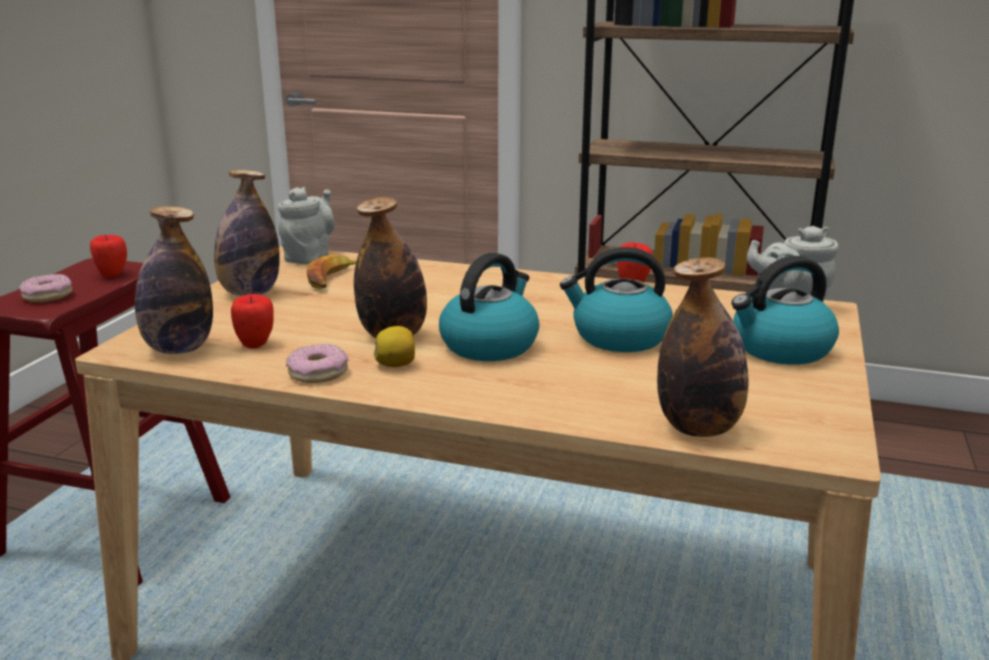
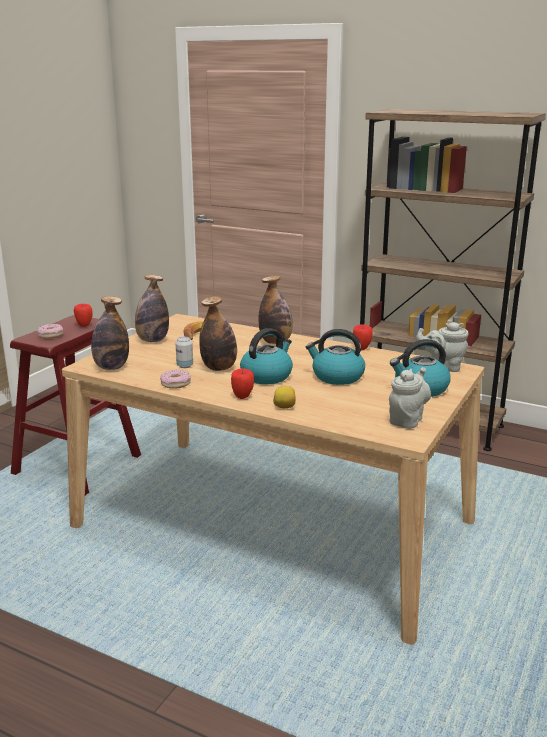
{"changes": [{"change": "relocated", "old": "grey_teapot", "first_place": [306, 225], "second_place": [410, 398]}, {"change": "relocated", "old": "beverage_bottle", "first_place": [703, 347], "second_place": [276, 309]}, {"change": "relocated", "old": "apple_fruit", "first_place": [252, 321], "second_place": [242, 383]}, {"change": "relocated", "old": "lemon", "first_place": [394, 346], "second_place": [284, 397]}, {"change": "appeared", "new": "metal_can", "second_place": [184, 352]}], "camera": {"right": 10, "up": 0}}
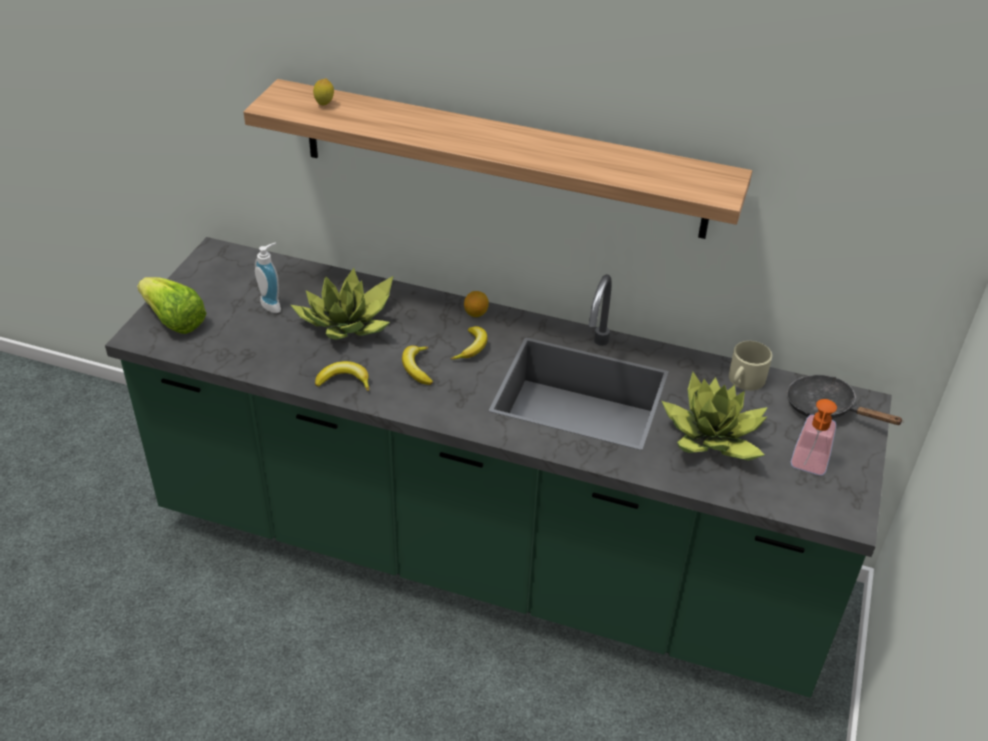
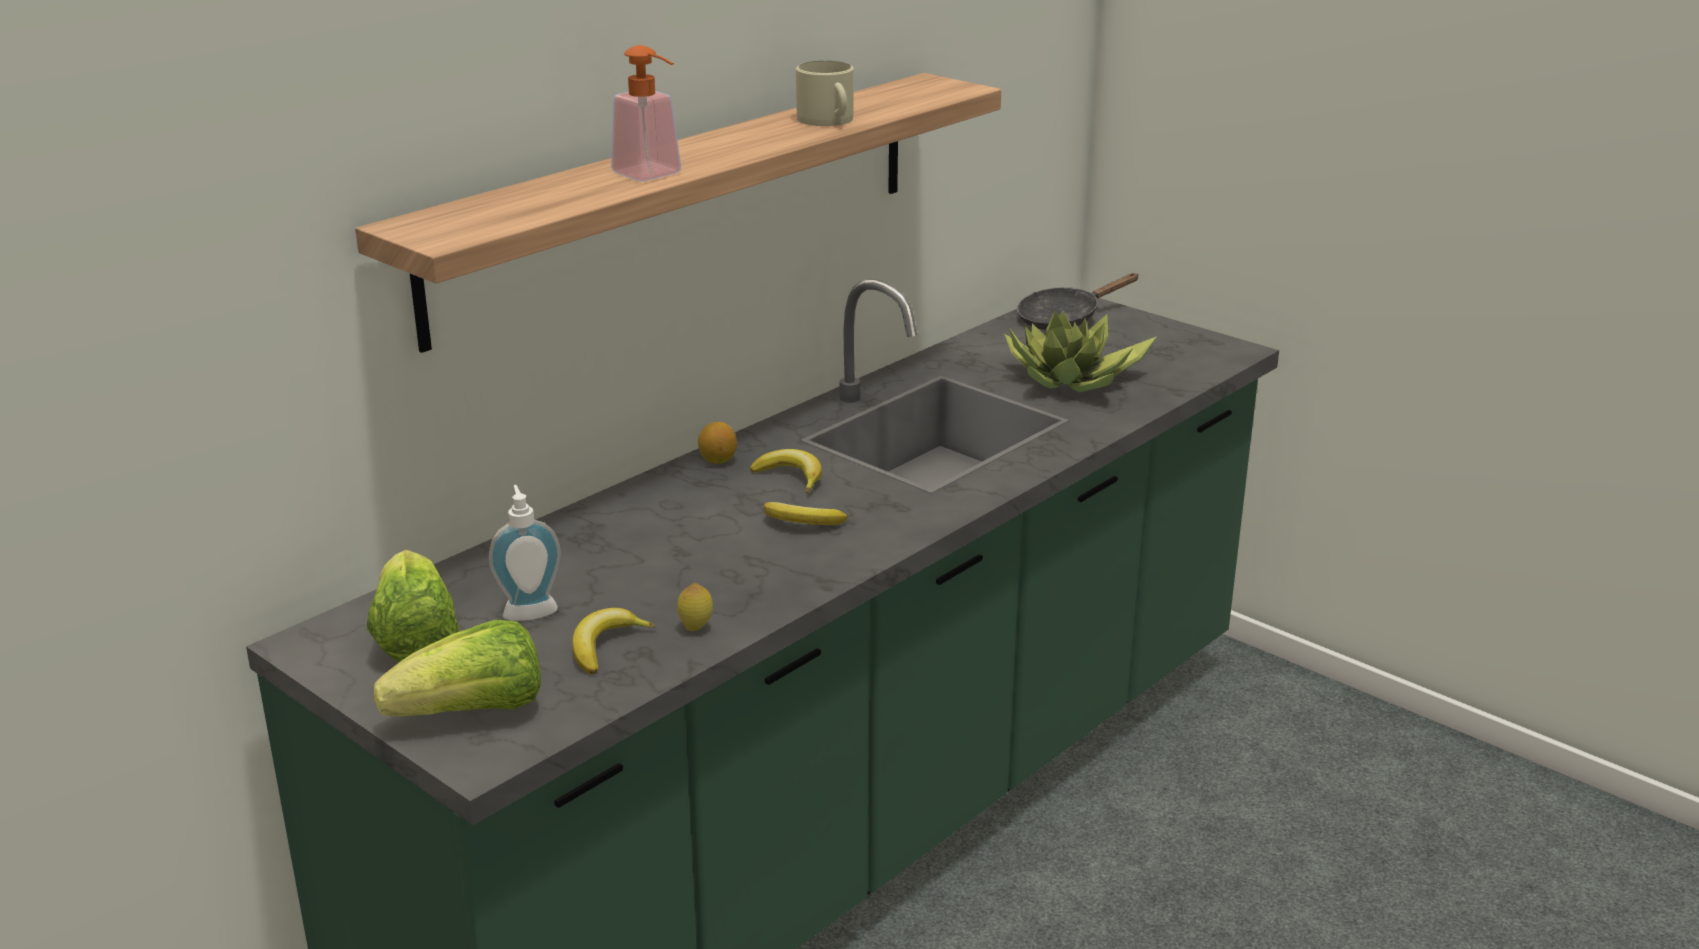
{"changes": [{"change": "relocated", "old": "lemon", "first_place": [323, 92], "second_place": [695, 607]}, {"change": "missing", "old": "plant_in_a_pot", "first_place": [342, 303]}, {"change": "relocated", "old": "beige_tea_mug", "first_place": [750, 366], "second_place": [825, 93]}, {"change": "relocated", "old": "whole_banana", "first_place": [342, 376], "second_place": [613, 641]}, {"change": "relocated", "old": "liquid_soap_bottle", "first_place": [814, 437], "second_place": [646, 113]}, {"change": "appeared", "new": "lettuce_head", "second_place": [413, 606]}], "camera": {"right": -65, "up": -15}}
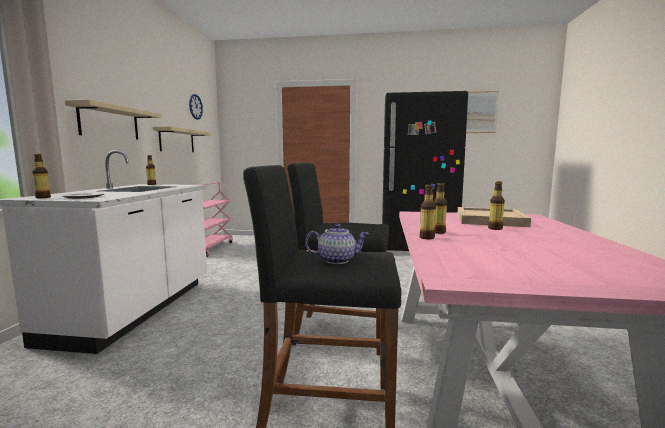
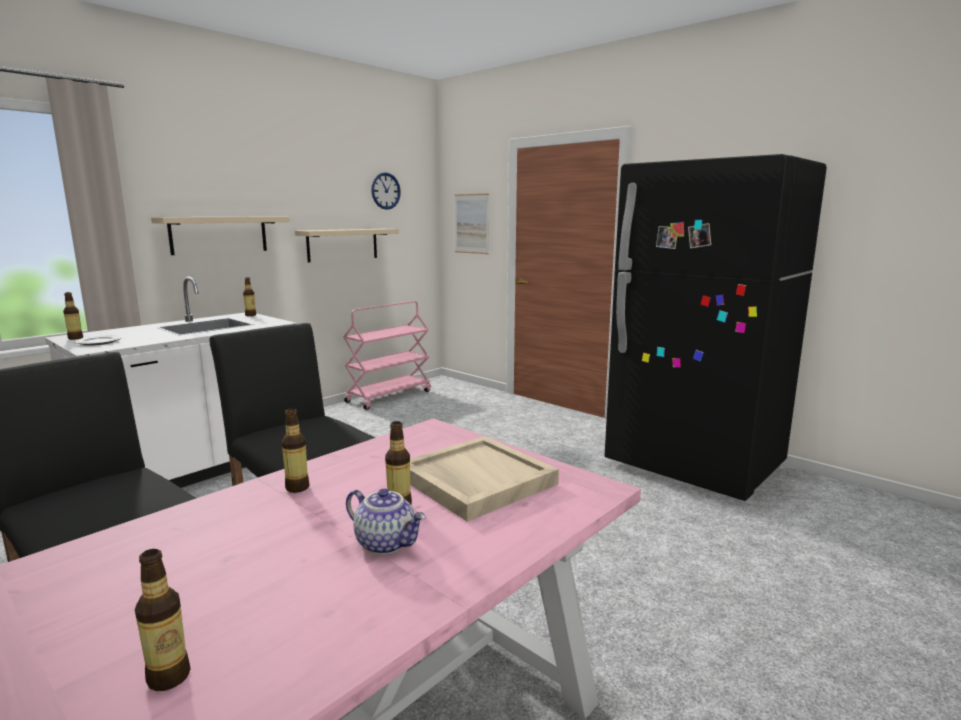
{"changes": [{"change": "relocated", "old": "wall_picture", "first_place": [482, 112], "second_place": [472, 224]}, {"change": "relocated", "old": "beverage_bottle", "first_place": [427, 212], "second_place": [162, 620]}, {"change": "relocated", "old": "teapot", "first_place": [337, 244], "second_place": [386, 521]}], "camera": {"right": 35, "up": 5}}
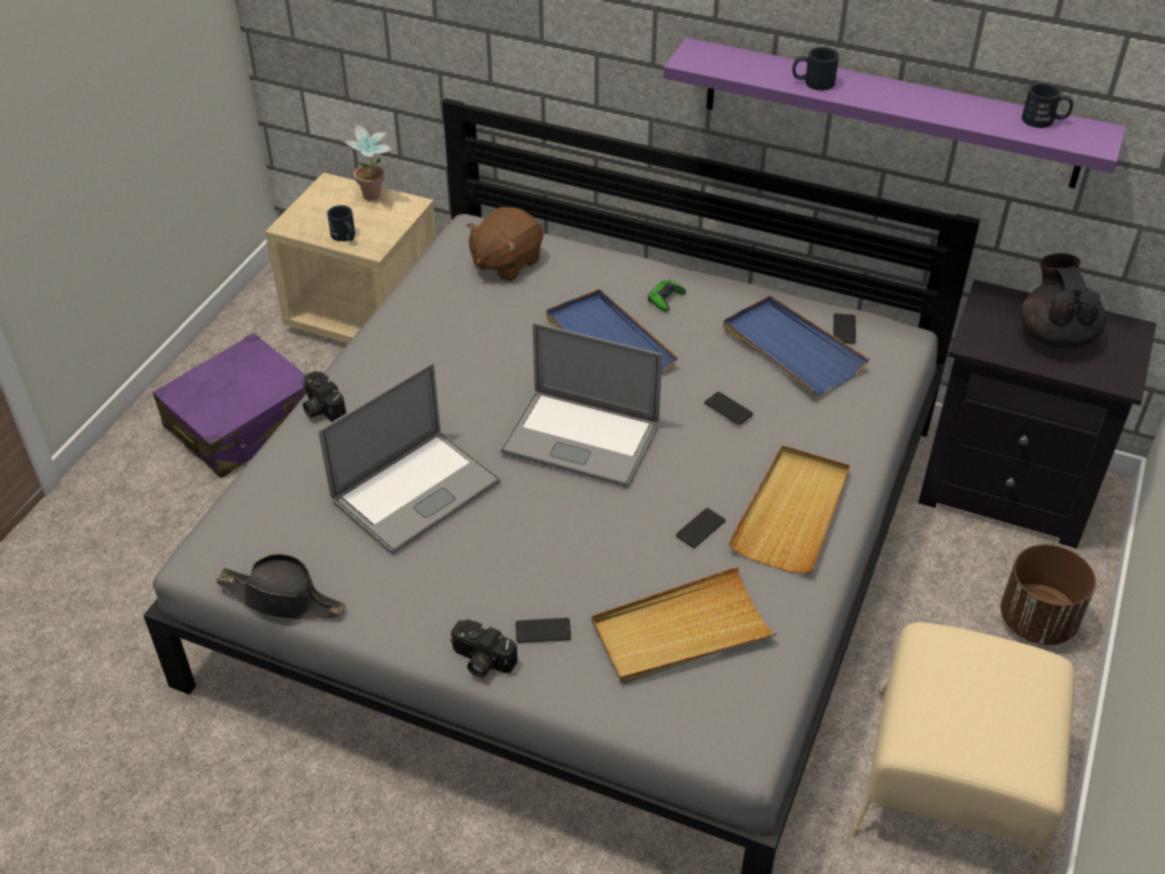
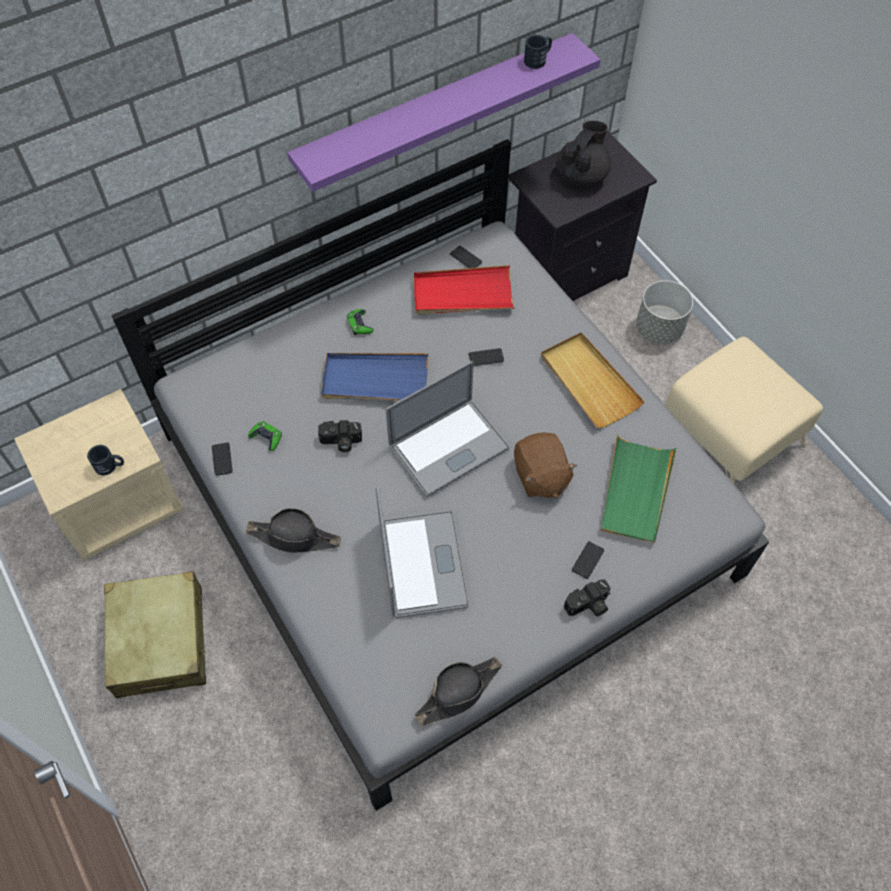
{"changes": [{"change": "missing", "old": "black_tea_mug", "first_place": [815, 68]}, {"change": "missing", "old": "plant_in_a_pot", "first_place": [367, 161]}, {"change": "relocated", "old": "brown_soft_toy", "first_place": [504, 244], "second_place": [545, 465]}, {"change": "spun", "old": "black_teapot", "first_place": [1063, 301], "second_place": [583, 153], "degrees": 90}, {"change": "colour", "old": "blue_serving_tray", "new": "red_serving_tray", "first_place": [796, 345], "second_place": [464, 290]}, {"change": "colour", "old": "purplish_piece_of_luggage", "new": "beige_piece_of_luggage", "first_place": [230, 405], "second_place": [155, 634]}, {"change": "relocated", "old": "photo_camera", "first_place": [324, 396], "second_place": [340, 436]}, {"change": "relocated", "old": "telephone", "first_place": [700, 528], "second_place": [222, 459]}, {"change": "colour", "old": "brown_flower_pot", "new": "grey_flower_pot", "first_place": [1048, 594], "second_place": [665, 311]}, {"change": "colour", "old": "beige_serving_tray", "new": "green_serving_tray", "first_place": [684, 625], "second_place": [639, 489]}, {"change": "appeared", "new": "green_game_controller", "second_place": [265, 436]}, {"change": "appeared", "new": "black_clothing_hat", "second_place": [293, 530]}], "camera": {"right": -55, "up": 15}}
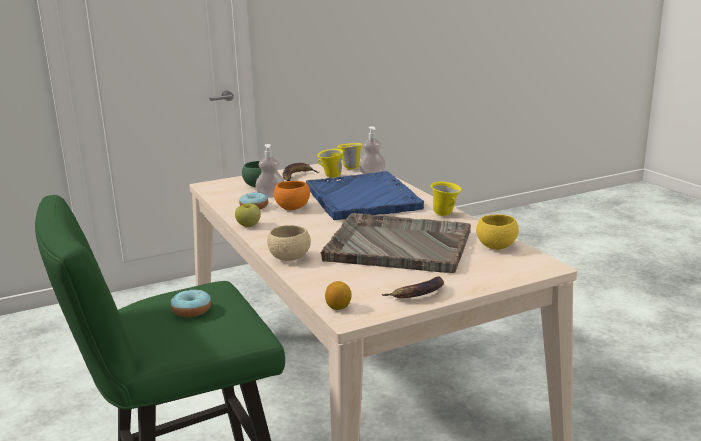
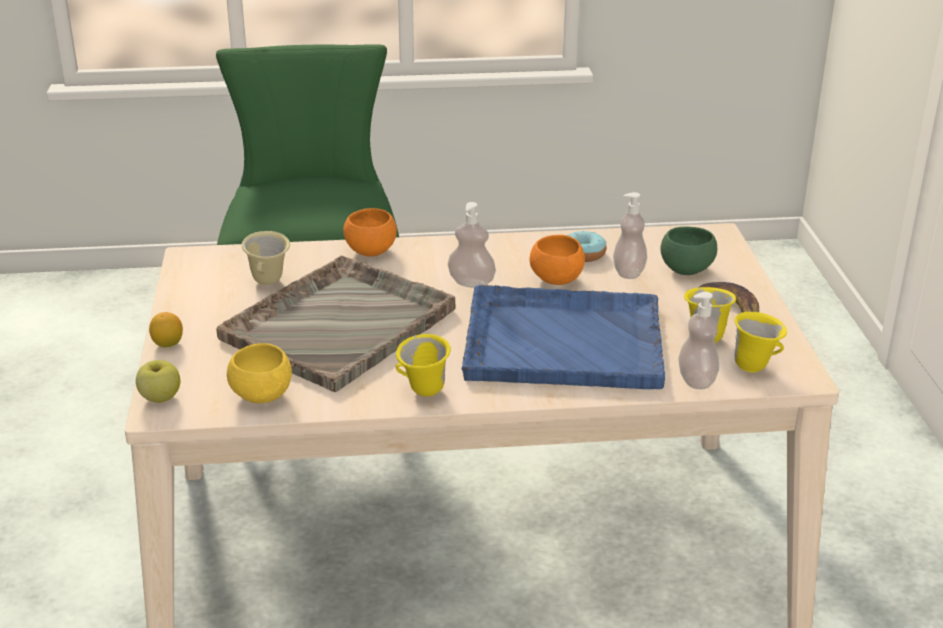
{"changes": [{"change": "relocated", "old": "apple_fruit", "first_place": [248, 215], "second_place": [158, 381]}, {"change": "colour", "old": "beige_bowl", "new": "orangey_bowl", "first_place": [289, 243], "second_place": [370, 232]}, {"change": "missing", "old": "whole_banana", "first_place": [413, 287]}, {"change": "relocated", "old": "lemon", "first_place": [338, 295], "second_place": [166, 330]}, {"change": "missing", "old": "donut", "first_place": [191, 303]}, {"change": "appeared", "new": "liquid_soap_bottle", "second_place": [472, 245]}, {"change": "appeared", "new": "beige_tea_mug", "second_place": [266, 258]}], "camera": {"right": 110, "up": 10}}
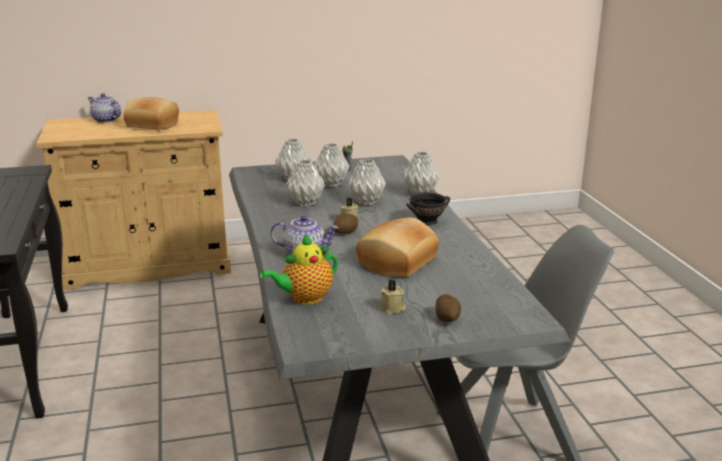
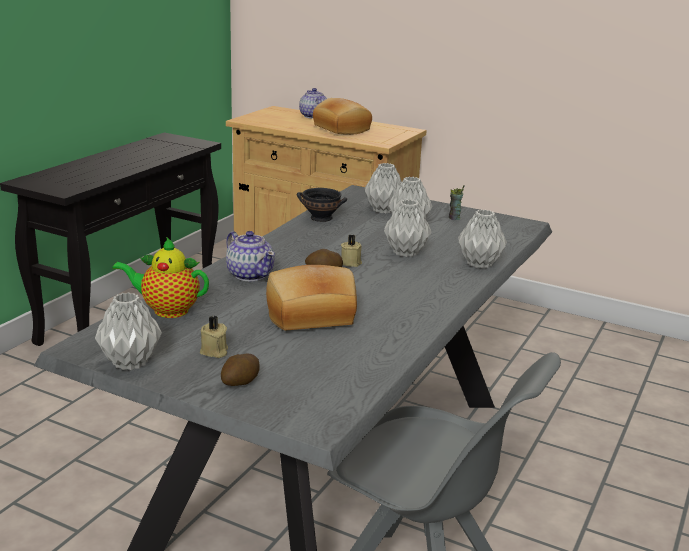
{"changes": [{"change": "relocated", "old": "grey_vase", "first_place": [305, 183], "second_place": [128, 331]}, {"change": "relocated", "old": "black_bowl", "first_place": [428, 208], "second_place": [322, 205]}], "camera": {"right": 40, "up": 0}}
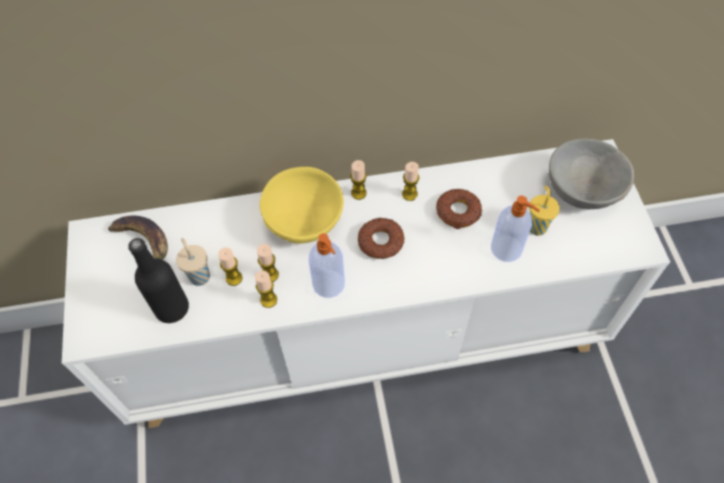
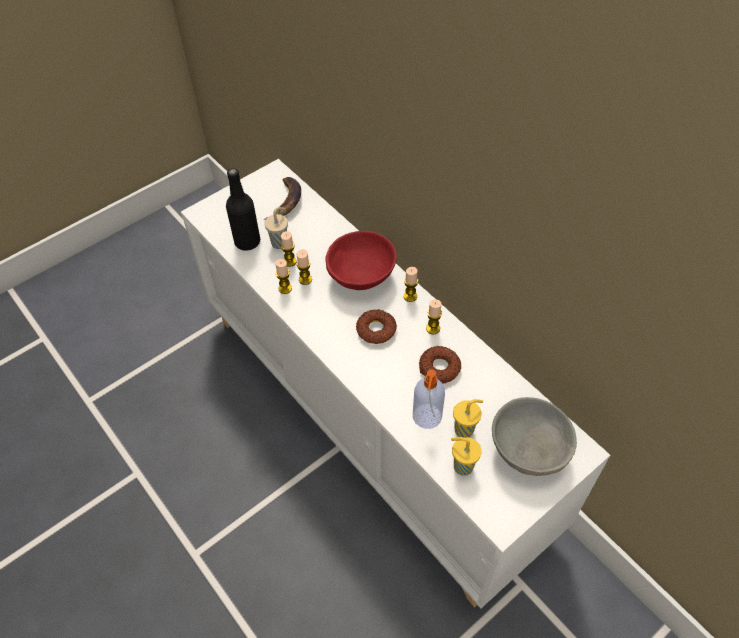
{"changes": [{"change": "colour", "old": "yellow_bowl", "new": "red_bowl", "first_place": [302, 205], "second_place": [361, 260]}, {"change": "missing", "old": "liquid_soap_bottle", "first_place": [327, 265]}, {"change": "appeared", "new": "yellow_drinking_cup", "second_place": [466, 456]}], "camera": {"right": 60, "up": -5}}
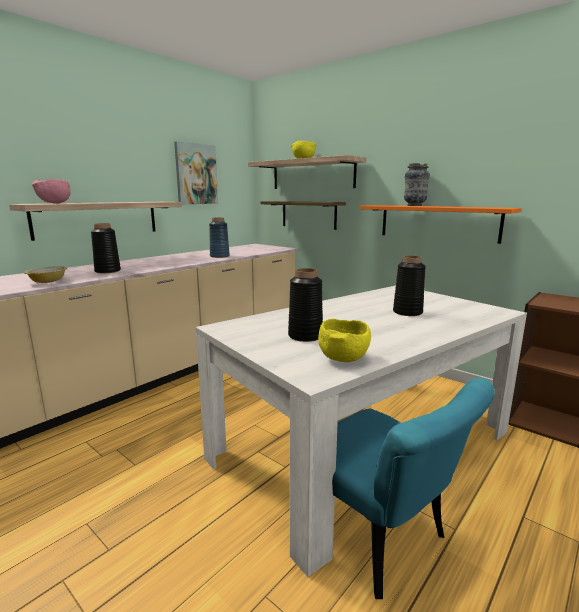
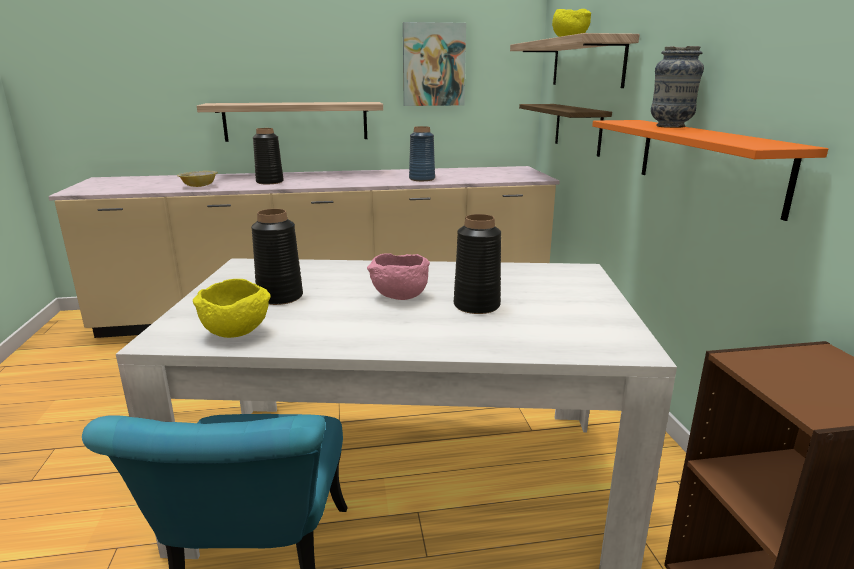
{"changes": [{"change": "relocated", "old": "pinkish_bowl", "first_place": [51, 191], "second_place": [398, 276]}], "camera": {"right": 40, "up": 5}}
